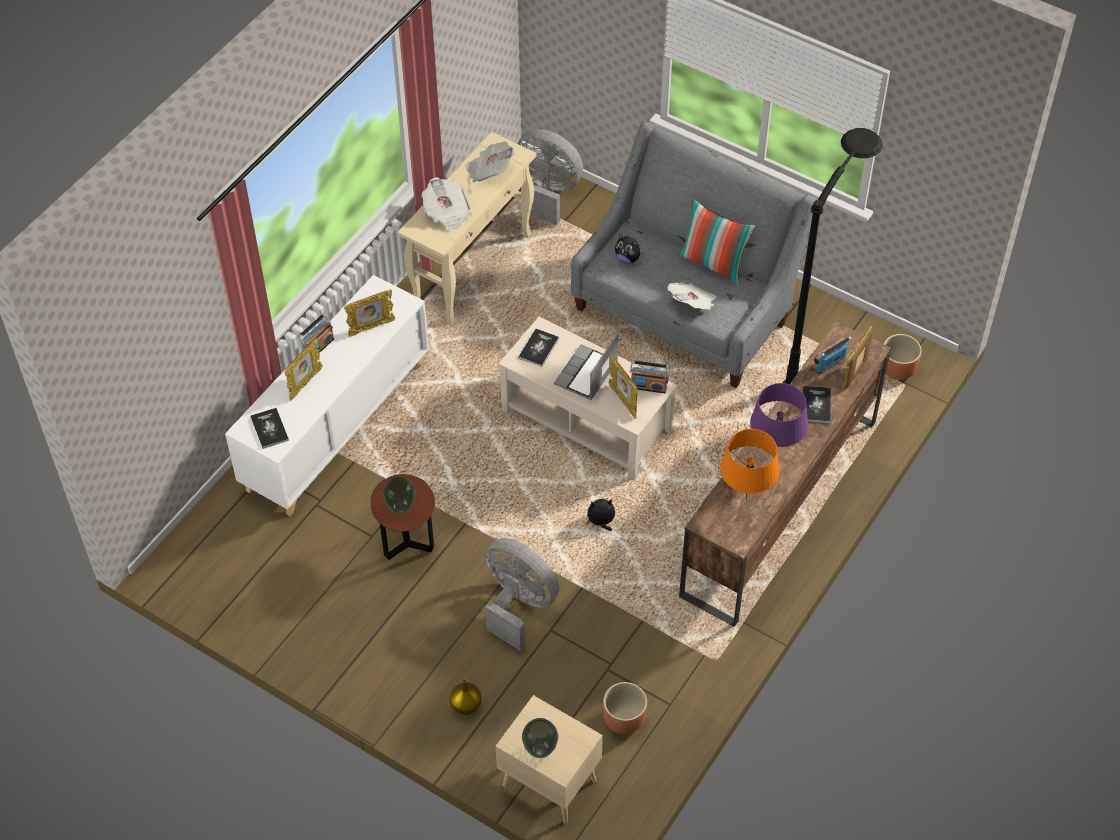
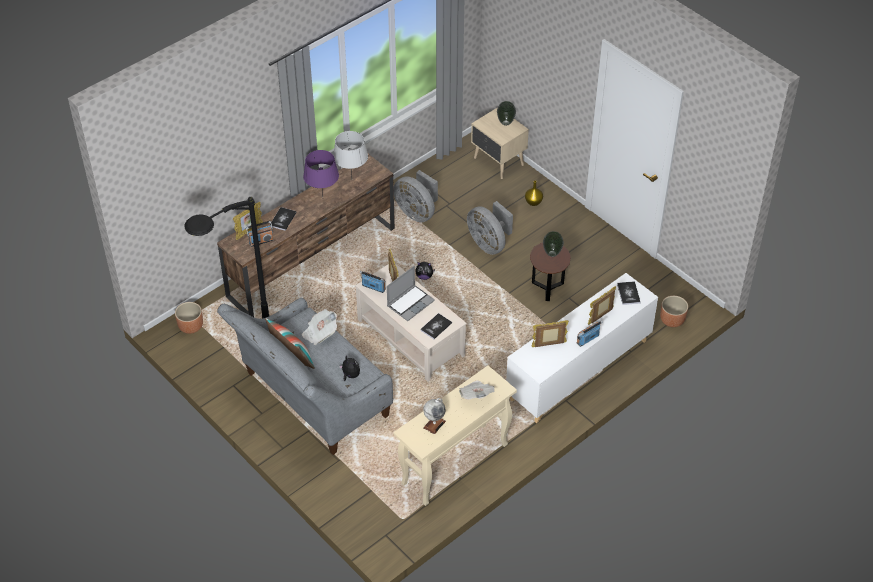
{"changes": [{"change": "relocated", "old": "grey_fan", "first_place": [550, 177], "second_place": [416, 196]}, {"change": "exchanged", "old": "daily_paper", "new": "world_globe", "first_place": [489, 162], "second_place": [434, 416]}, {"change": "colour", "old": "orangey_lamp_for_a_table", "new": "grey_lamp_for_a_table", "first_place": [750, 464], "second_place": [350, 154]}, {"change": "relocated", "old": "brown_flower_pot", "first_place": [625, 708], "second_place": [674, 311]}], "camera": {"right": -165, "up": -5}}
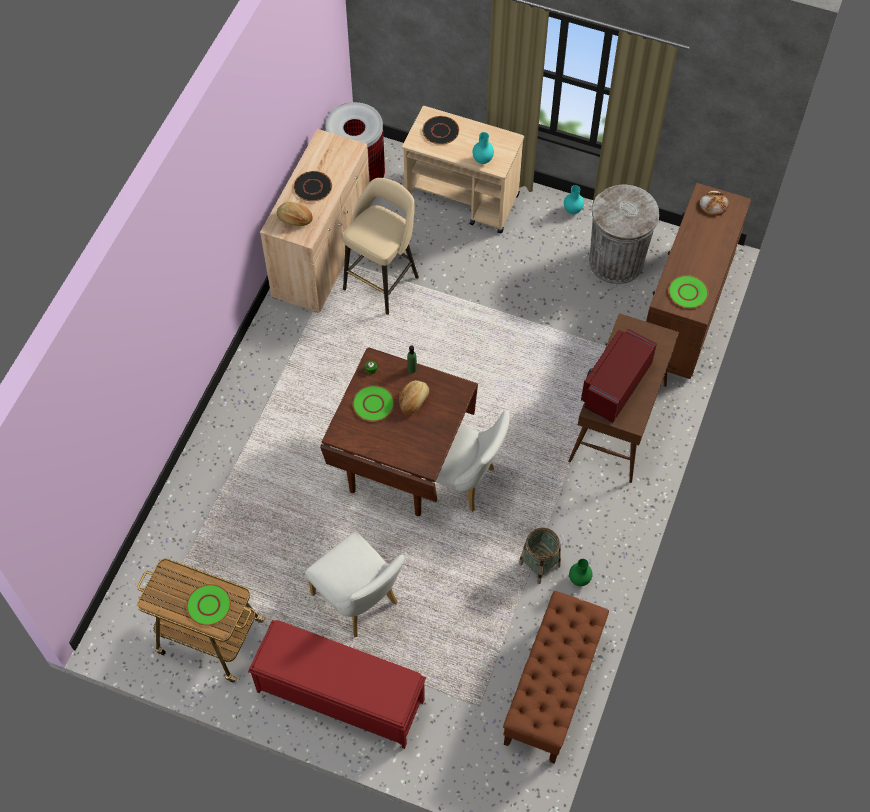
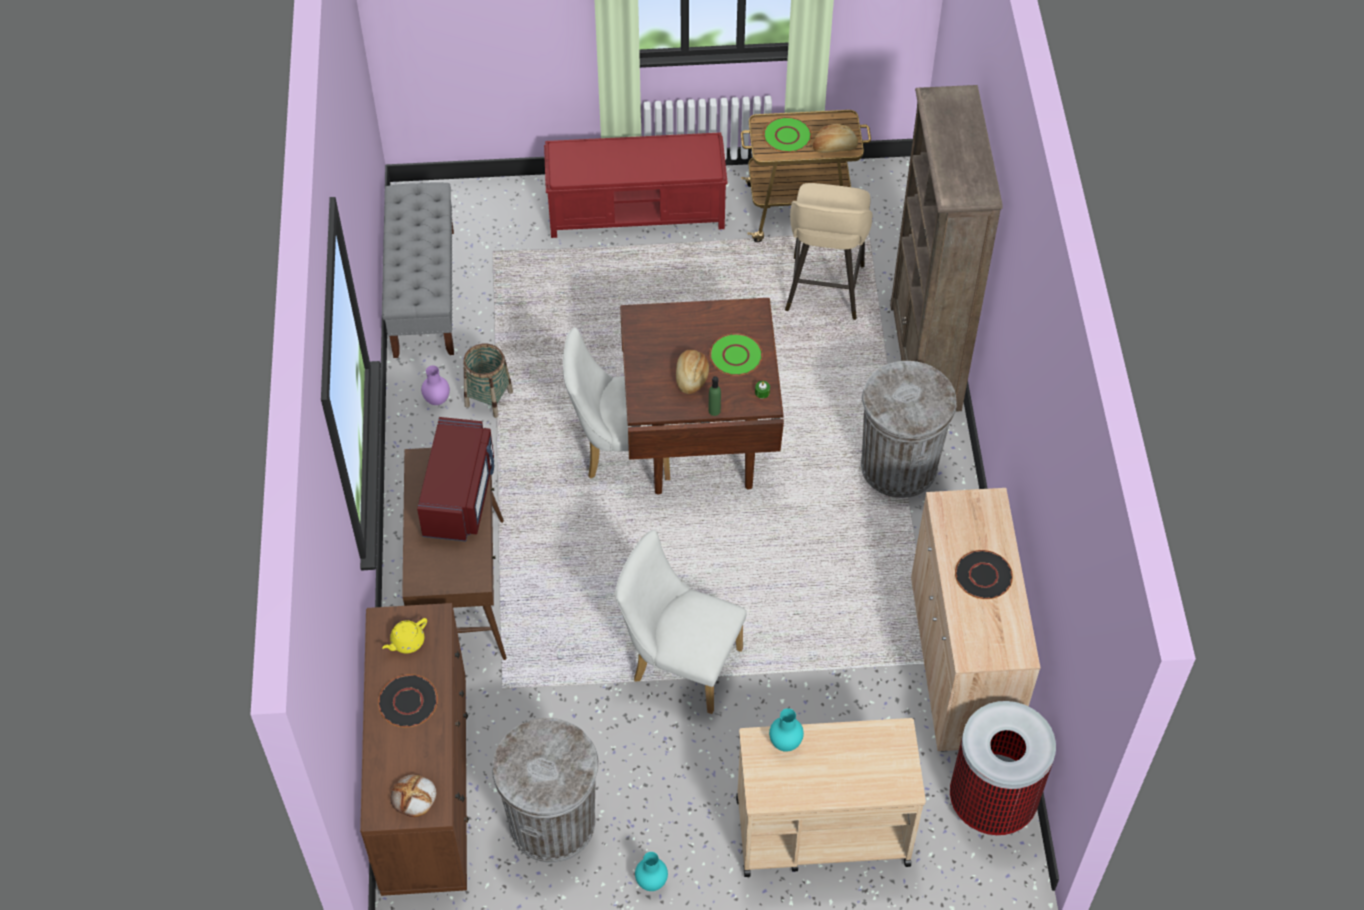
{"changes": [{"change": "relocated", "old": "black_plate", "first_place": [440, 130], "second_place": [408, 700]}, {"change": "relocated", "old": "beige_stool_seat", "first_place": [381, 246], "second_place": [828, 251]}, {"change": "relocated", "old": "bakery_bread", "first_place": [295, 214], "second_place": [835, 138]}, {"change": "exchanged", "old": "green_plate", "new": "yellow_teapot", "first_place": [688, 291], "second_place": [404, 636]}, {"change": "relocated", "old": "whitish_plain_chair", "first_place": [355, 585], "second_place": [681, 622]}, {"change": "colour", "old": "green_vase", "new": "purplish_vase", "first_place": [581, 572], "second_place": [435, 385]}, {"change": "colour", "old": "brown_bench", "new": "grey_bench", "first_place": [556, 677], "second_place": [418, 270]}, {"change": "appeared", "new": "brown_bookcase", "second_place": [946, 248]}, {"change": "appeared", "new": "grey_rubbish_bin", "second_place": [909, 429]}], "camera": {"right": 155, "up": -5}}
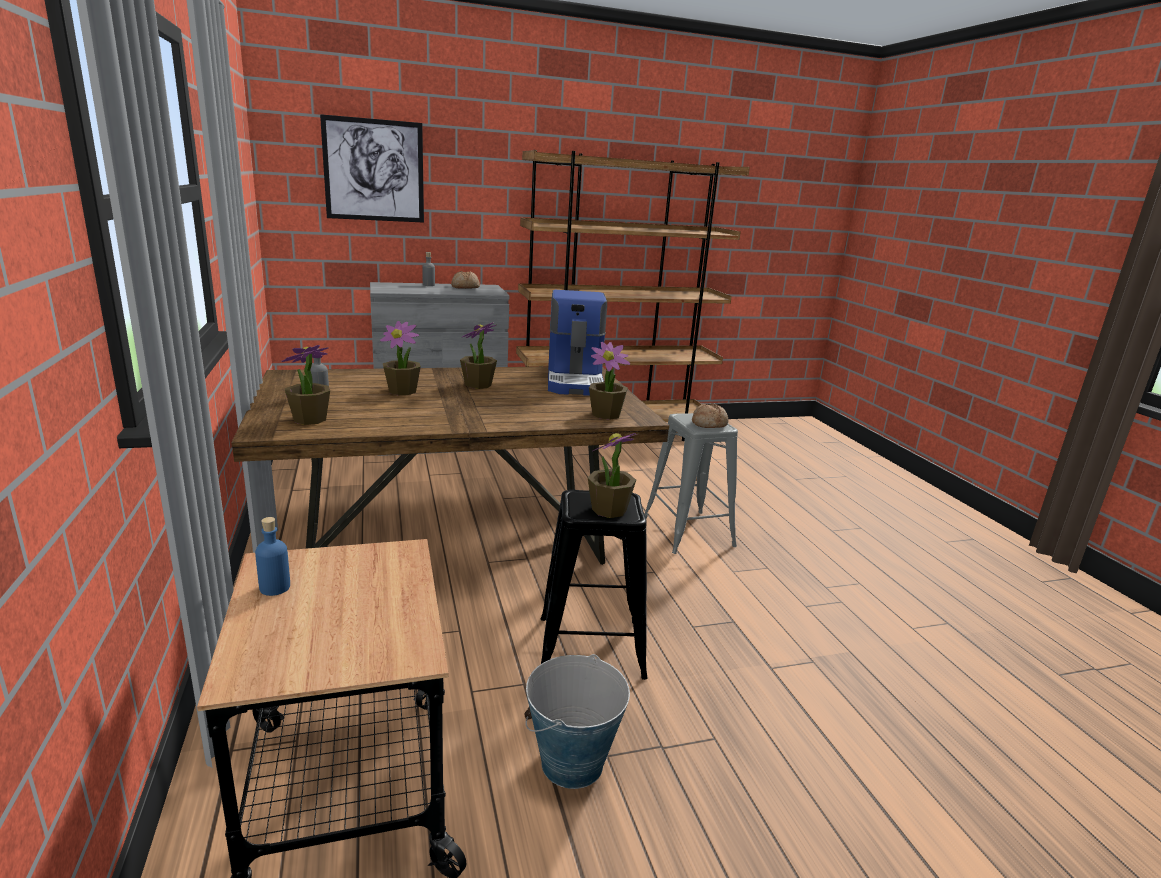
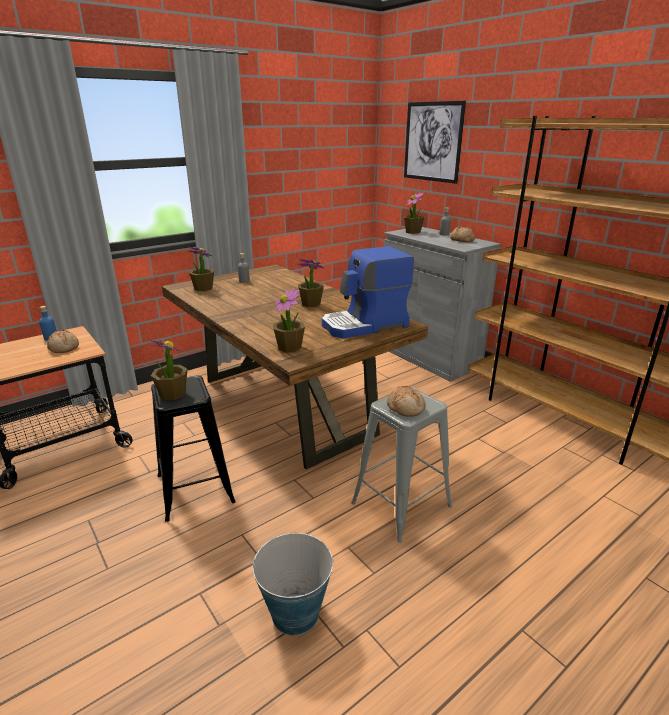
{"changes": [{"change": "relocated", "old": "plant_in_a_pot", "first_place": [400, 358], "second_place": [414, 213]}, {"change": "relocated", "old": "water_bucket", "first_place": [577, 721], "second_place": [293, 584]}, {"change": "appeared", "new": "bakery_bread", "second_place": [63, 341]}], "camera": {"right": 70, "up": 5}}
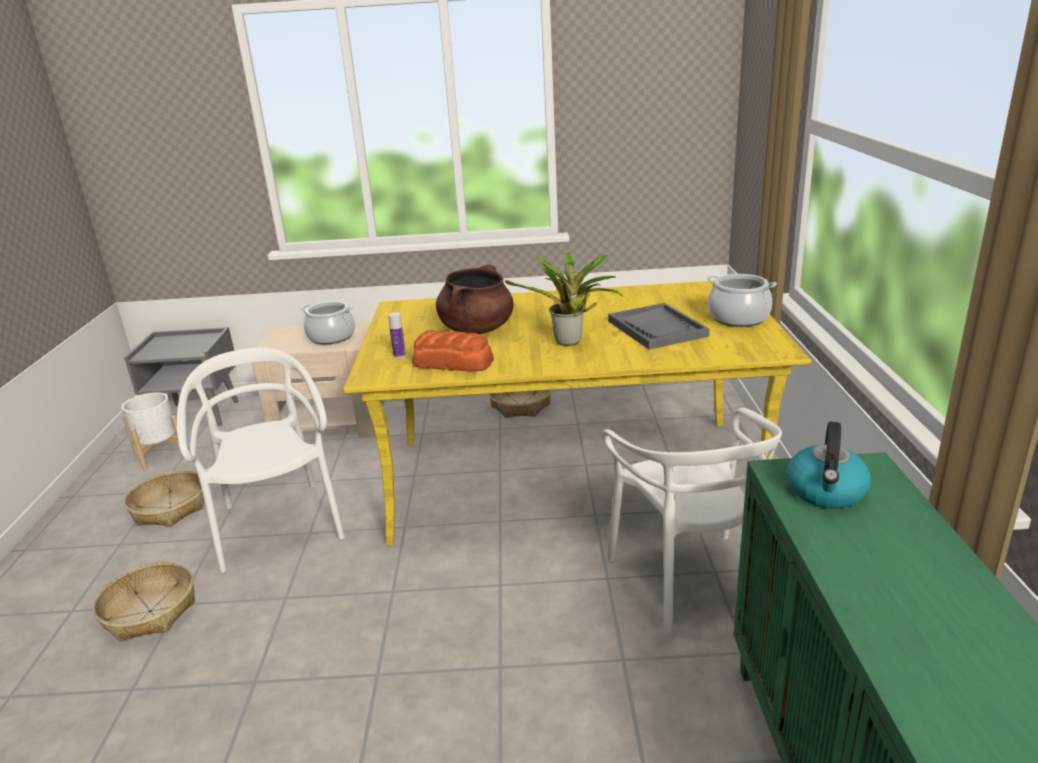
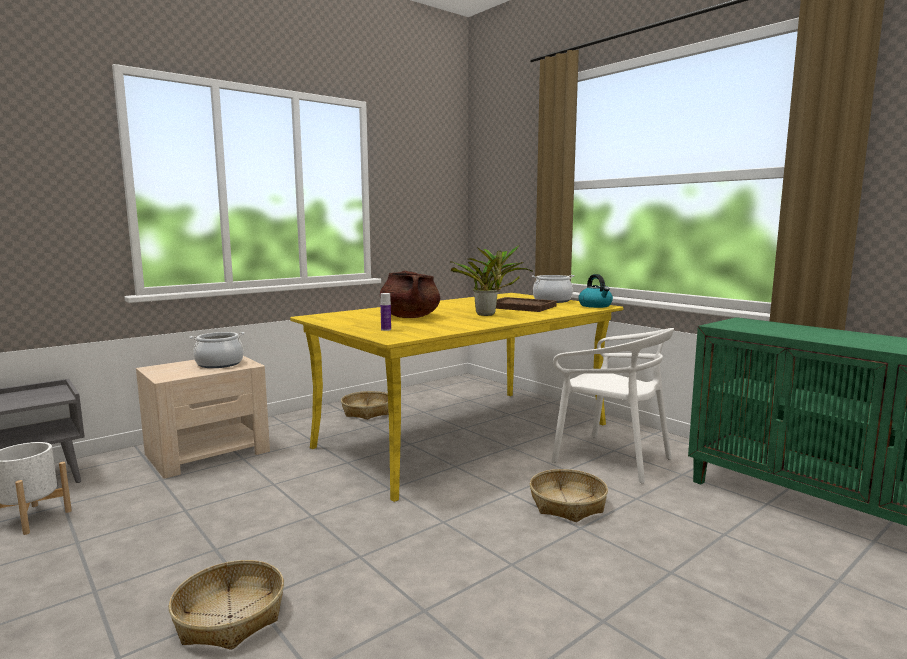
{"changes": [{"change": "colour", "old": "grey_serving_tray", "new": "brown_serving_tray", "first_place": [658, 326], "second_place": [526, 304]}, {"change": "missing", "old": "bakery_bread", "first_place": [453, 350]}, {"change": "missing", "old": "whitish_plain_chair", "first_place": [261, 459]}, {"change": "relocated", "old": "kettle", "first_place": [829, 465], "second_place": [595, 291]}, {"change": "relocated", "old": "household_basket", "first_place": [164, 498], "second_place": [569, 495]}], "camera": {"right": -40, "up": -15}}
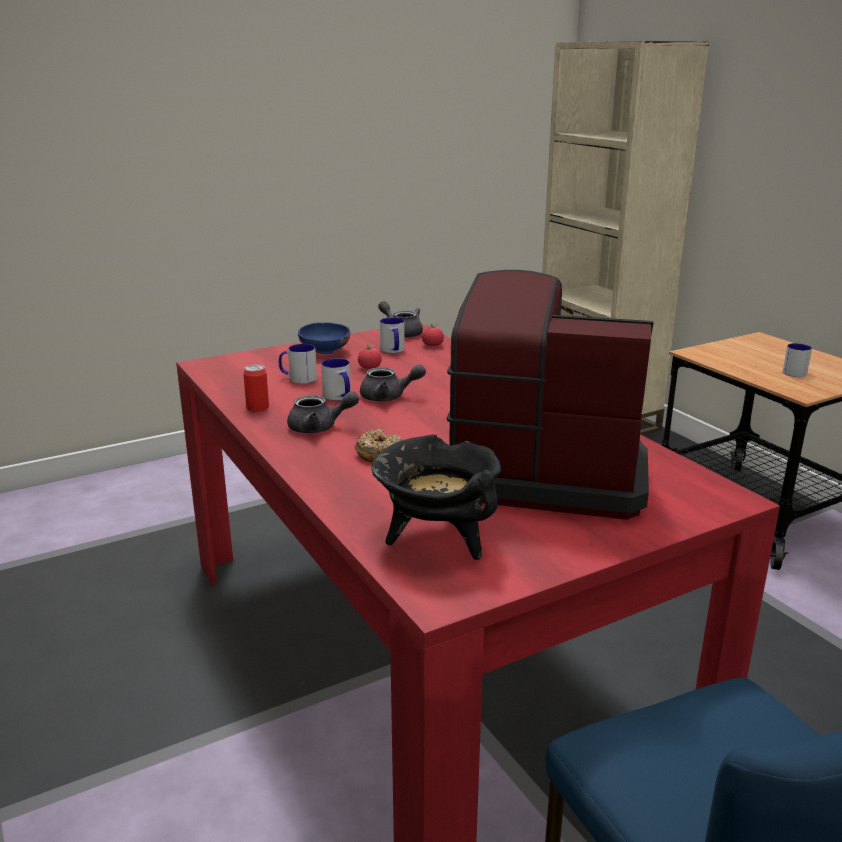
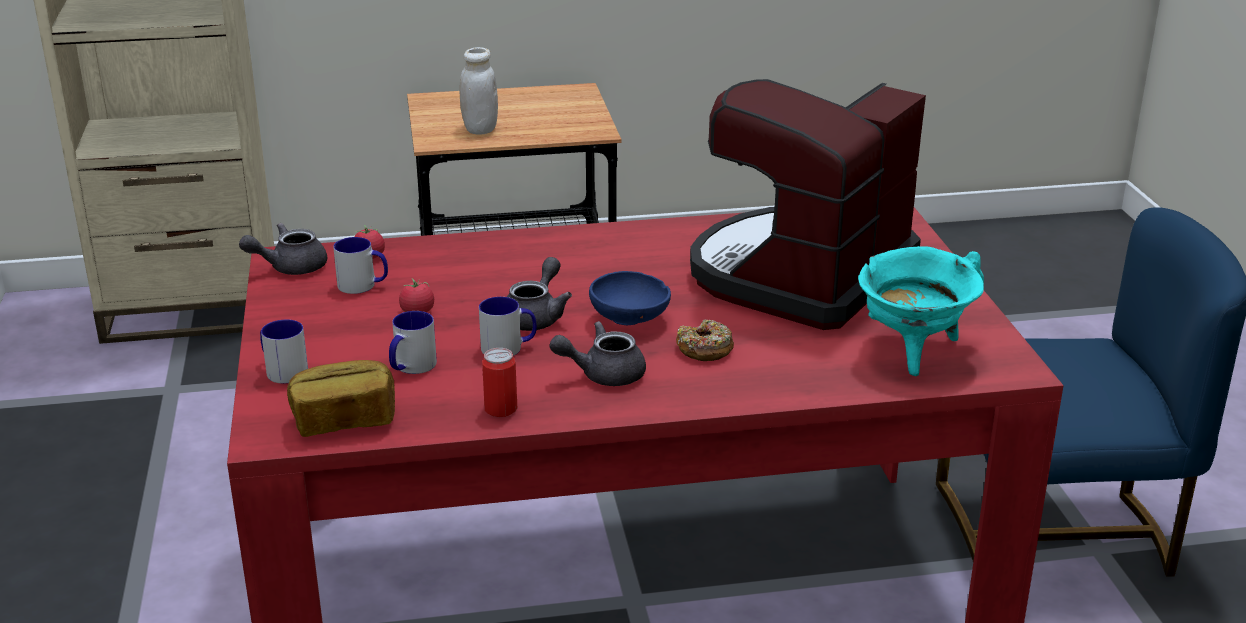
{"changes": [{"change": "relocated", "old": "blue_bowl", "first_place": [324, 338], "second_place": [630, 298]}, {"change": "relocated", "old": "tea_mug", "first_place": [797, 360], "second_place": [284, 352]}, {"change": "spun", "old": "grey_teapot", "first_place": [323, 412], "second_place": [597, 353], "degrees": -120}, {"change": "colour", "old": "black_saucepot", "new": "turquoise_saucepot", "first_place": [436, 497], "second_place": [921, 311]}, {"change": "appeared", "new": "whitish_jar", "second_place": [479, 91]}, {"change": "appeared", "new": "bakery_bread", "second_place": [341, 398]}], "camera": {"right": -70, "up": 5}}
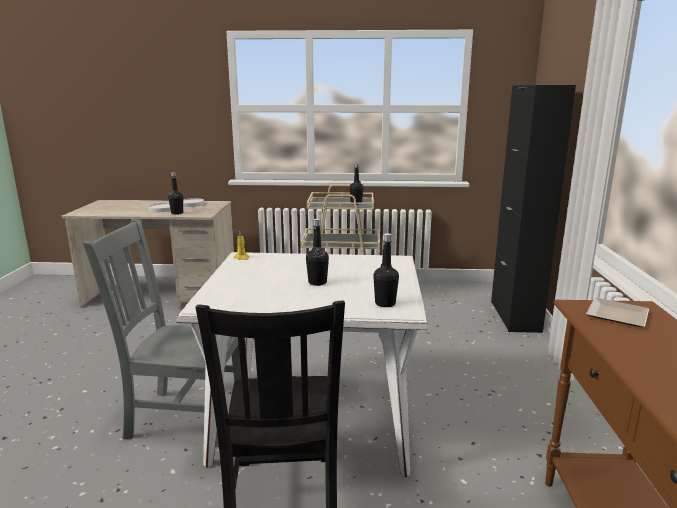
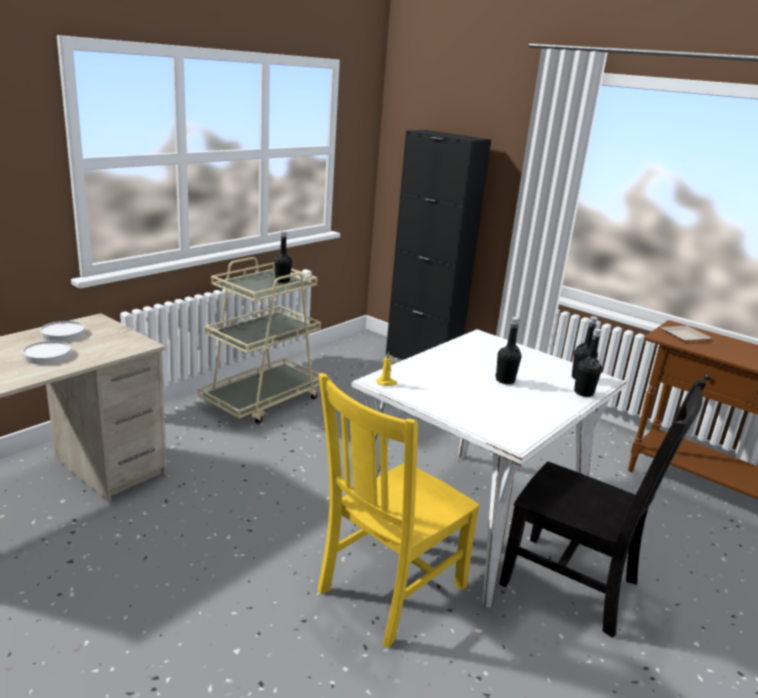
{"changes": [{"change": "relocated", "old": "black_beverage_bottle", "first_place": [175, 193], "second_place": [588, 363]}, {"change": "colour", "old": "grey_plain_chair", "new": "yellow_plain_chair", "first_place": [162, 332], "second_place": [398, 510]}], "camera": {"right": -55, "up": 5}}
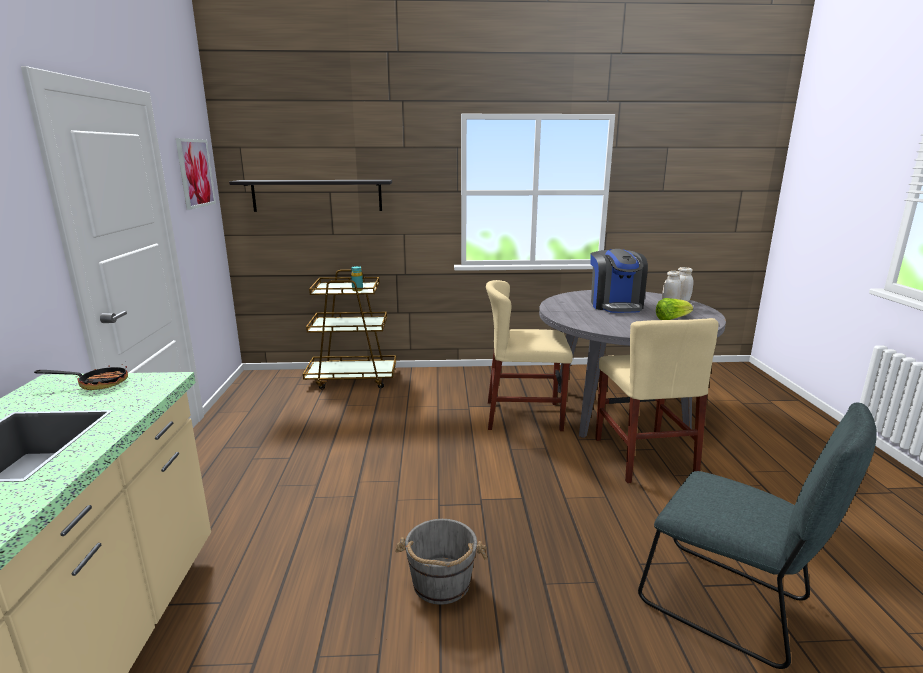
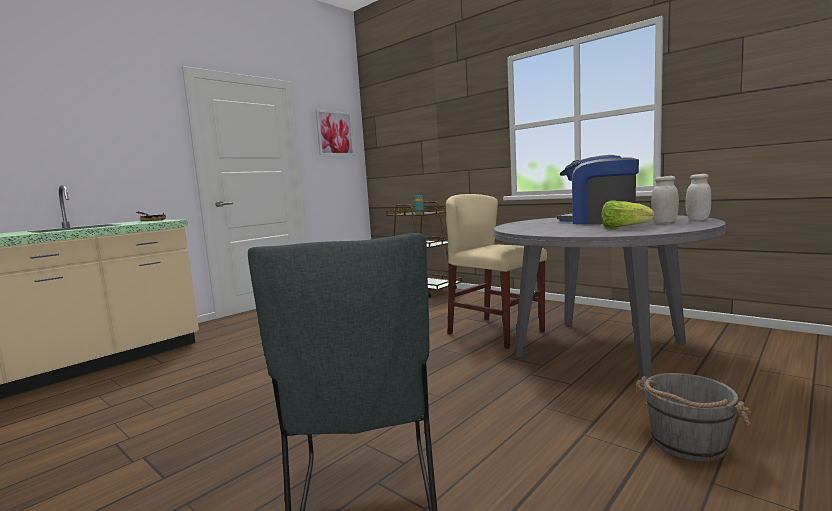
{"changes": [{"change": "missing", "old": "black_shelf", "first_place": [310, 196]}, {"change": "spun", "old": "coffee_machine", "first_place": [619, 281], "second_place": [598, 189], "degrees": 90}, {"change": "missing", "old": "beige_plain_chair", "first_place": [657, 400]}, {"change": "relocated", "old": "grey_water_bucket", "first_place": [441, 562], "second_place": [693, 417]}], "camera": {"right": 45, "up": -10}}
